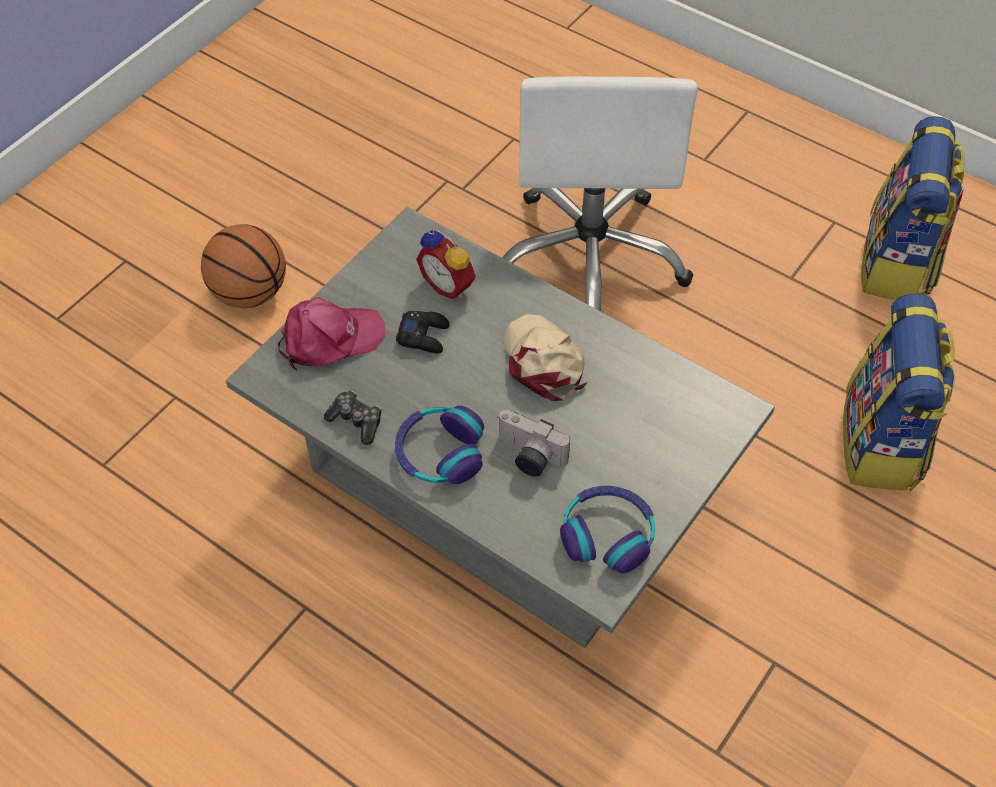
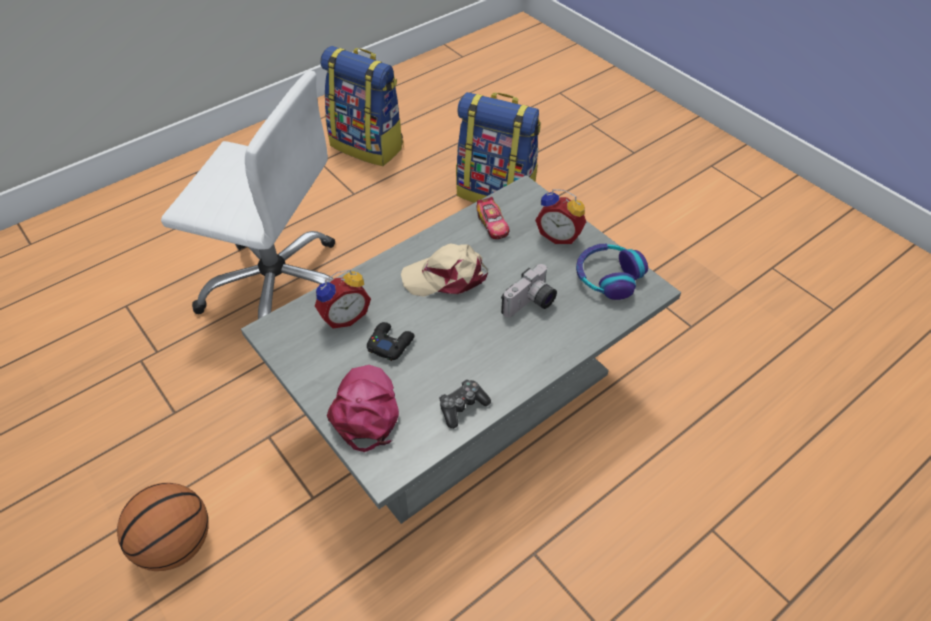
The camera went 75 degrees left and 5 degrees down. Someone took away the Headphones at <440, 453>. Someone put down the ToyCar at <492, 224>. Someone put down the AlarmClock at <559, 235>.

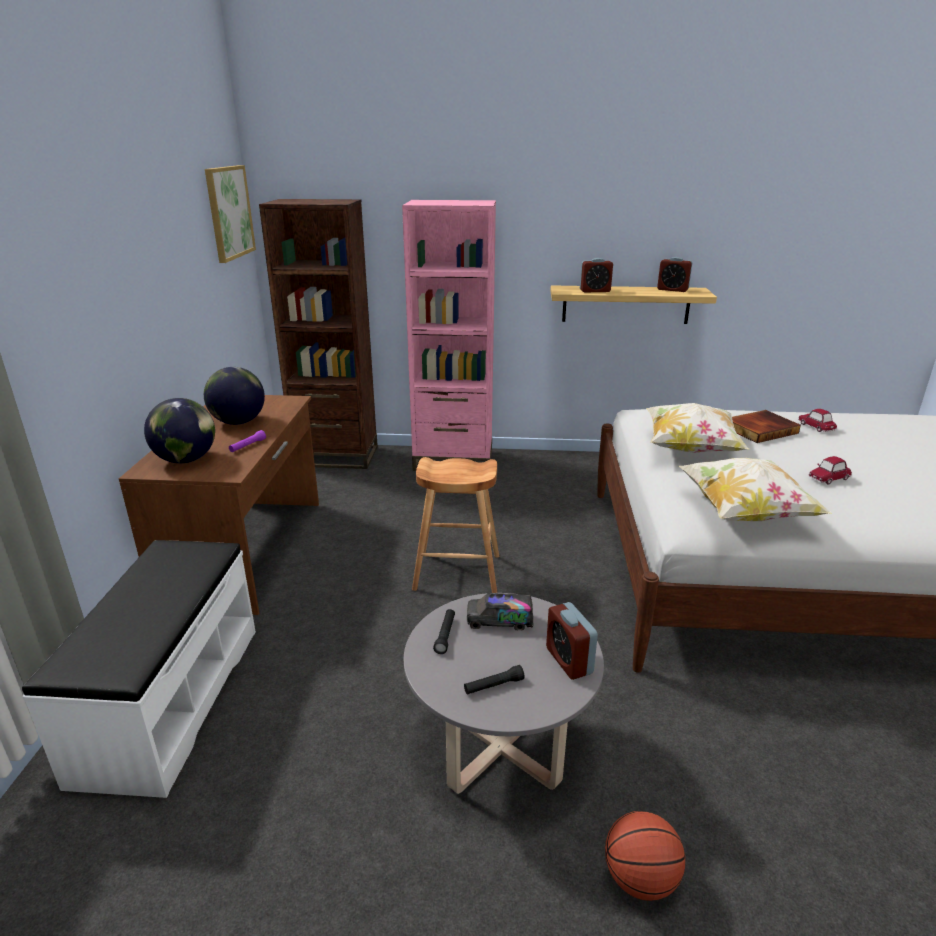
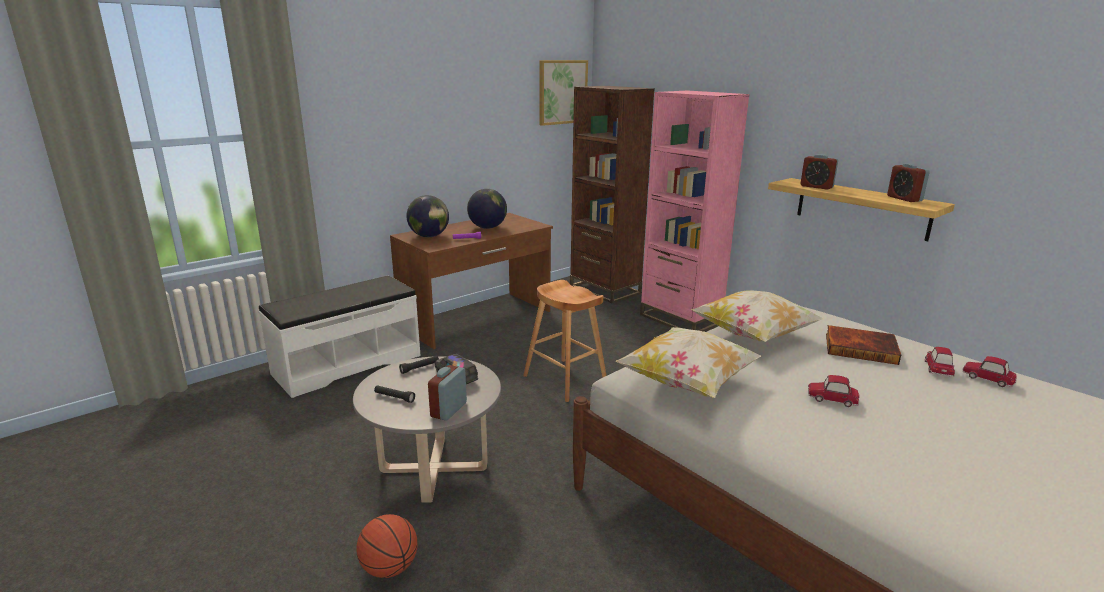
The camera went 45 degrees right and 5 degrees down. Someone put down the ToyCar at <988, 379>.

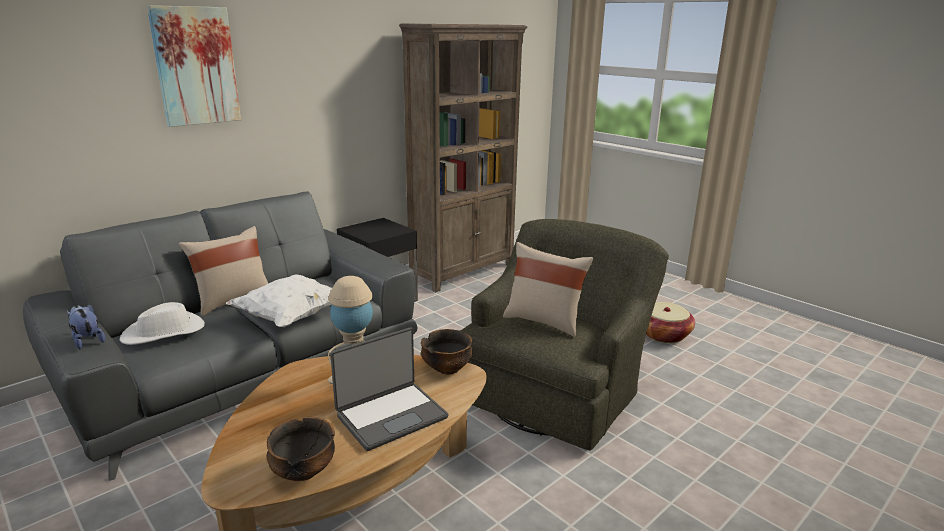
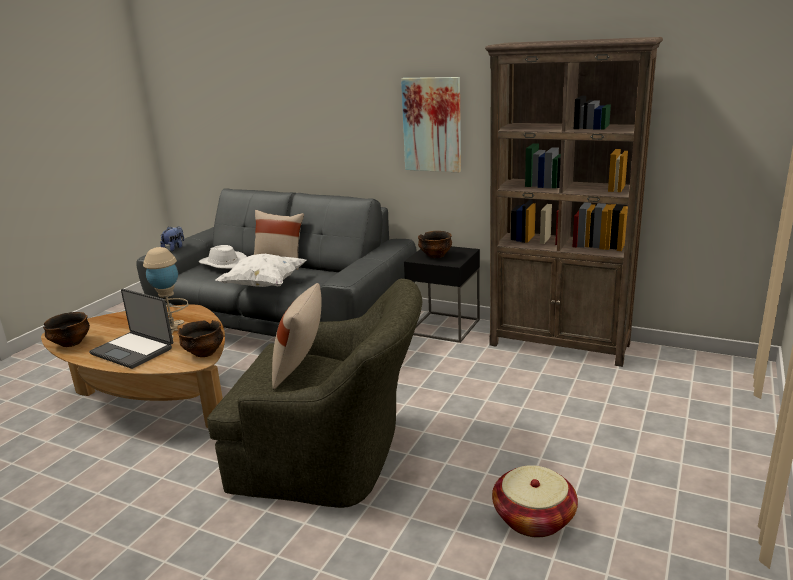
The camera went 70 degrees right and 0 degrees up. Someone carried the Picture from <195, 66> to <432, 124>. Someone put down the Bowl at <435, 256>.

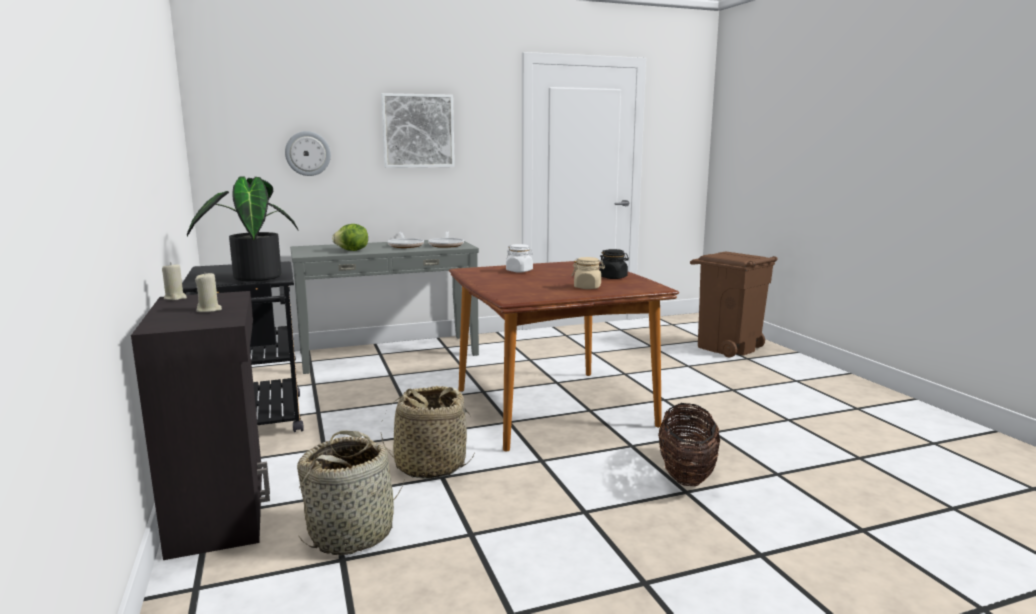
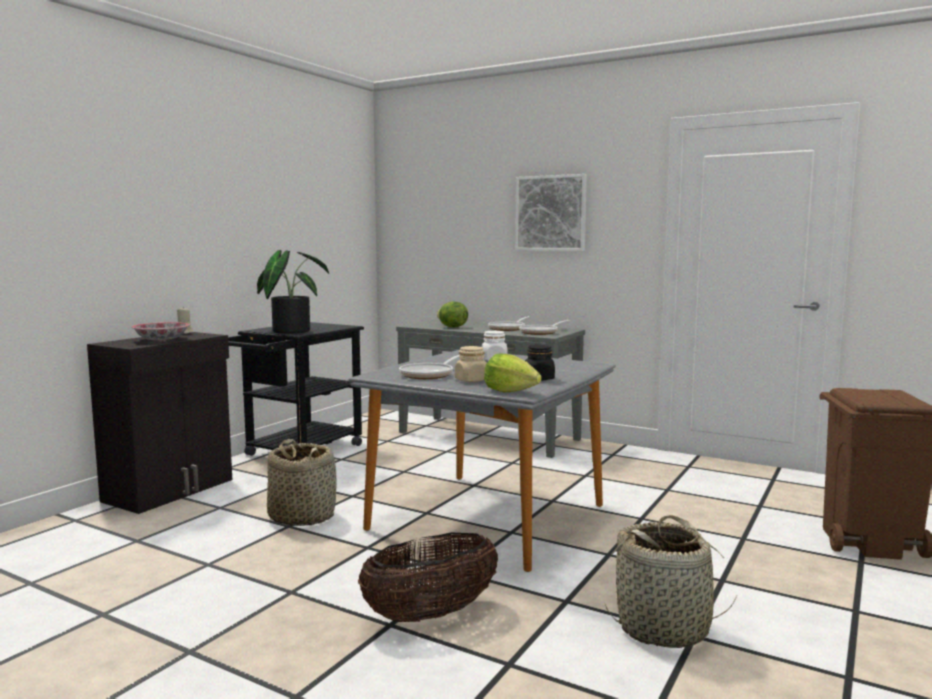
The camera went 50 degrees right and 5 degrees down. Someone swapped the BeigeCandle at <209, 310> for the Bowl at <161, 340>. Someone took away the WallClock at <308, 153>. Someone carried the Basket from <352, 533> to <664, 628>. Someone repainted the BrownDiningTable at <552, 407>, which became the GreyDiningTable at <489, 517>. Someone put down the FryingPan at <429, 374>. Someone put down the Lettuce at <510, 391>.

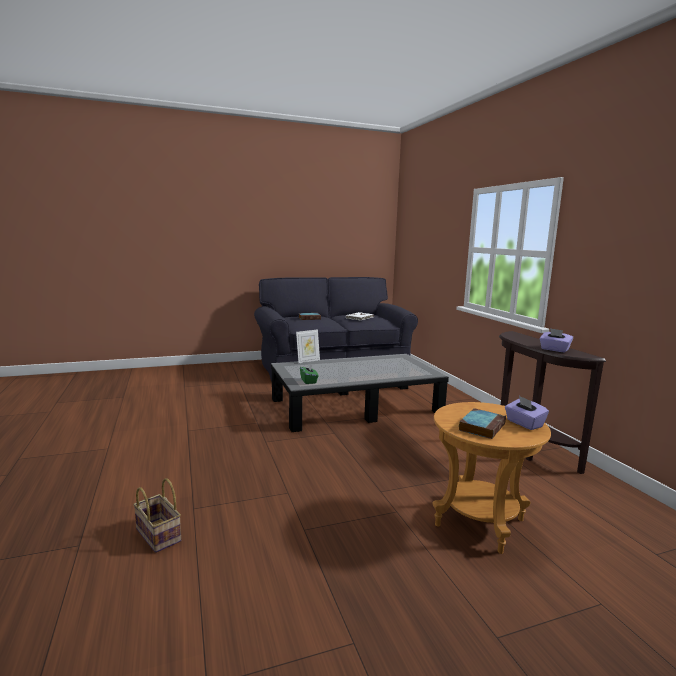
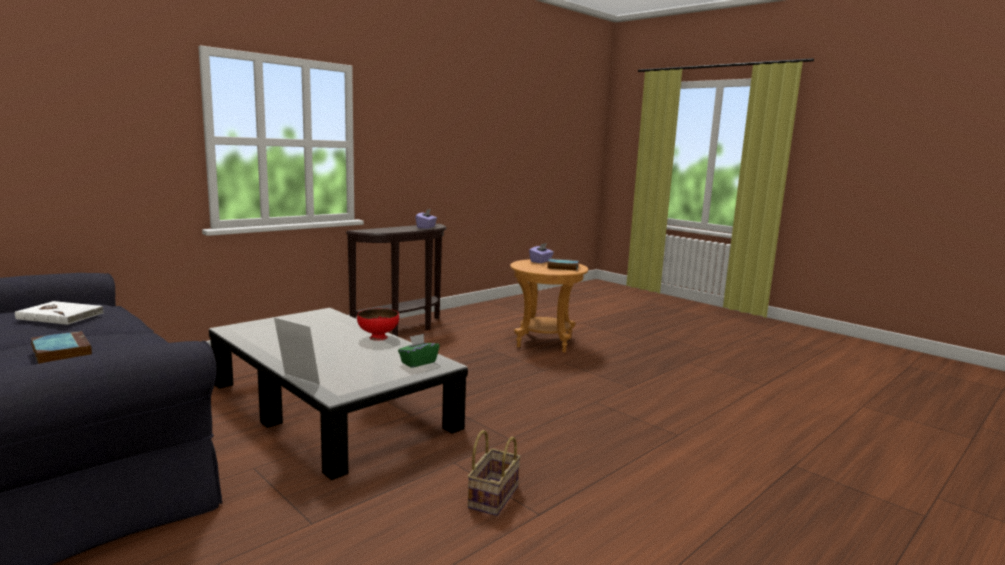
The camera went 115 degrees left and 0 degrees up. Someone carried the Basket from <160, 535> to <493, 495>. Someone put down the RedBowl at <378, 337>.

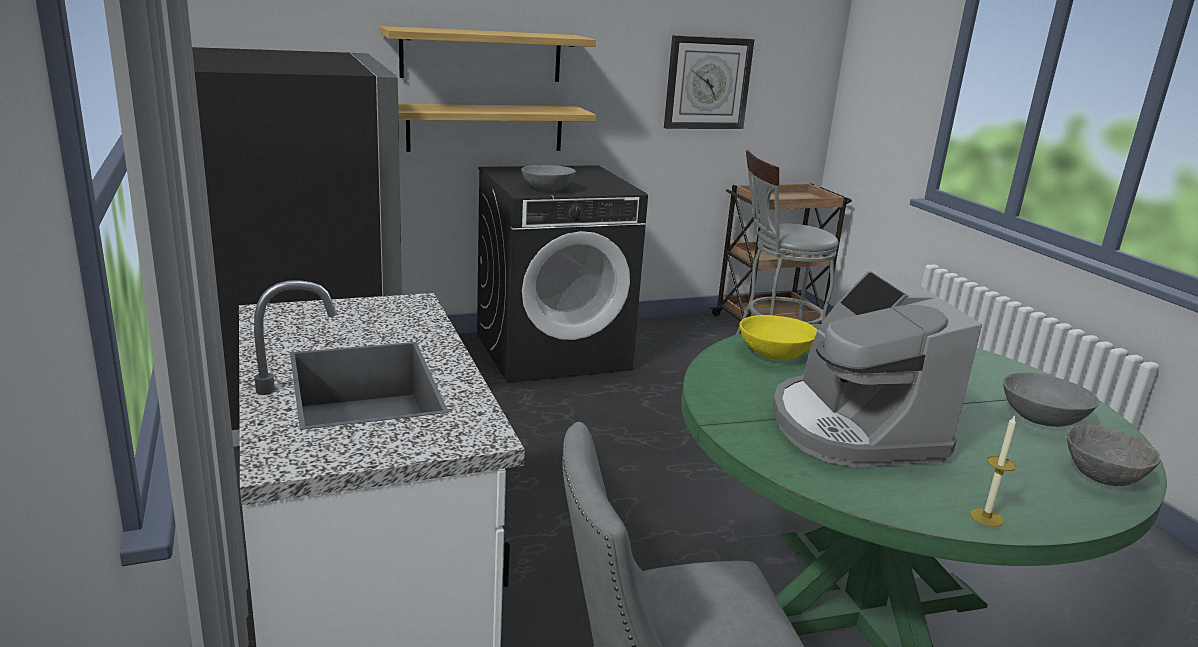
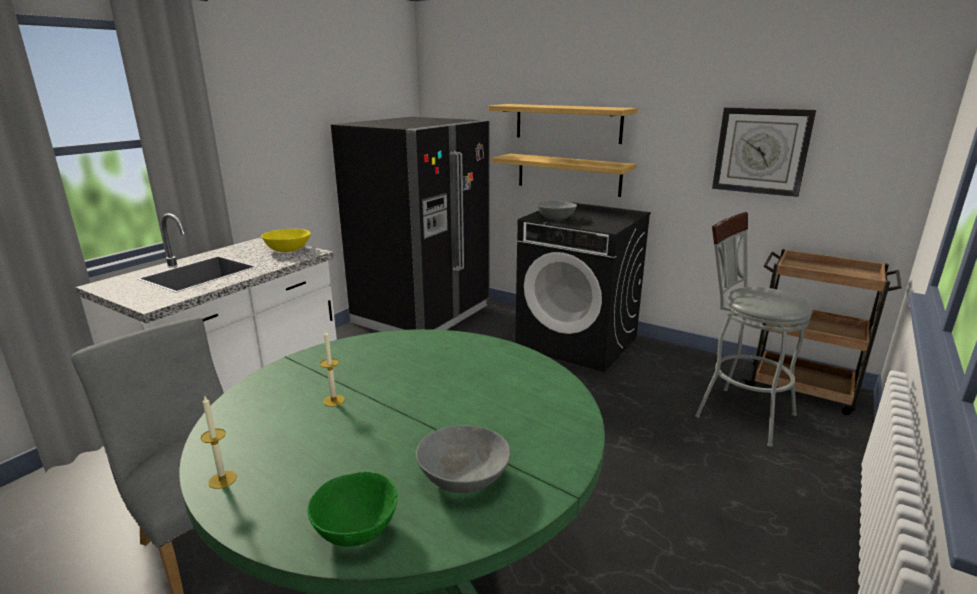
The camera went 55 degrees right and 0 degrees up. Someone carried the YellowBowl from <776, 354> to <288, 250>. Someone swapped the CoffeeMachine at <852, 428> for the Candle at <333, 400>. Someone repainted the GreyBowl at <1102, 477>, which became the GreenBowl at <356, 531>.

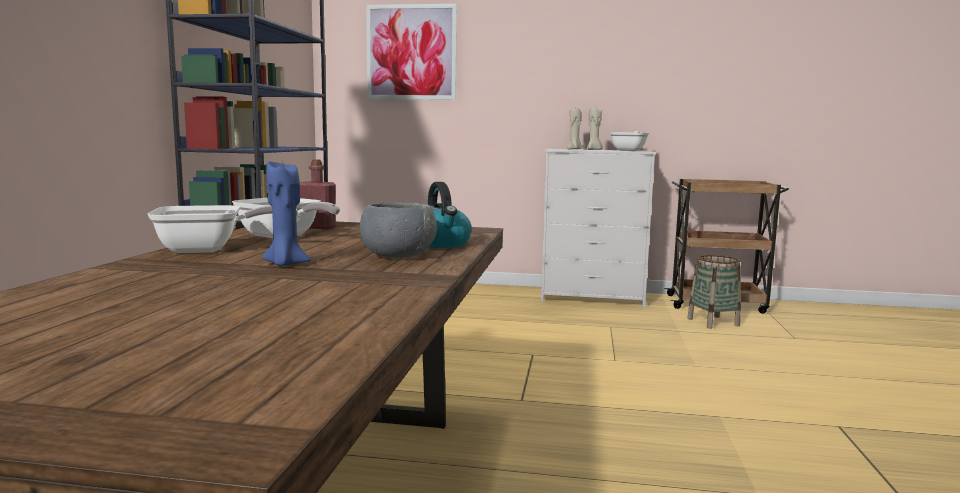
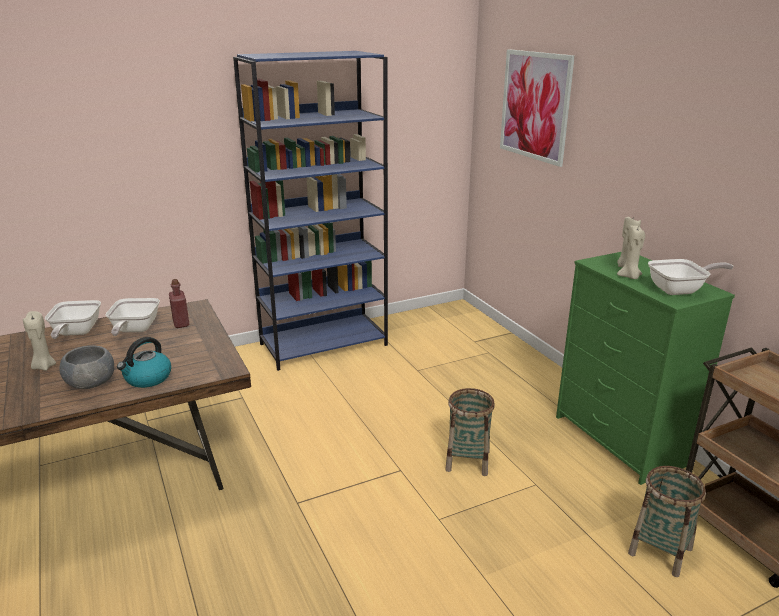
The camera went 55 degrees right and 15 degrees up. Someone rotated the FryingPan at <210, 249> by 45 degrees clockwise. Someone repainted the BlueCandle at <285, 264>, which became the BeigeCandle at <44, 366>. Someone repainted the WhiteDresser at <593, 297>, which became the GreenDresser at <621, 440>. Someone put down the Basket at <468, 461>.

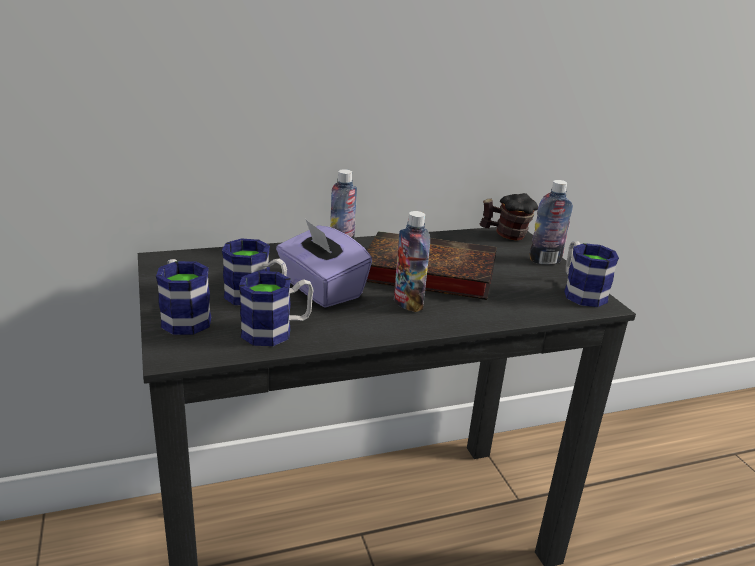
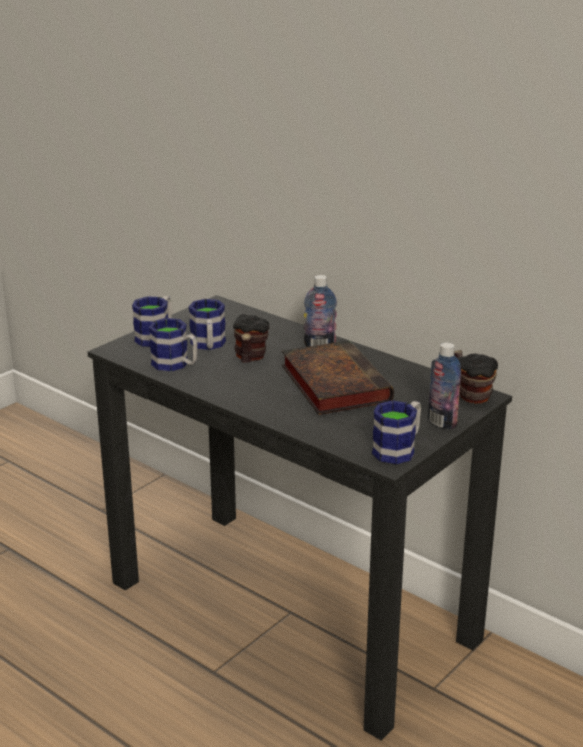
The camera went 60 degrees right and 0 degrees up. Someone swapped the PurpleTissueBox at <321, 289> for the Mug at <249, 359>. Someone took away the Bottle at <408, 304>.

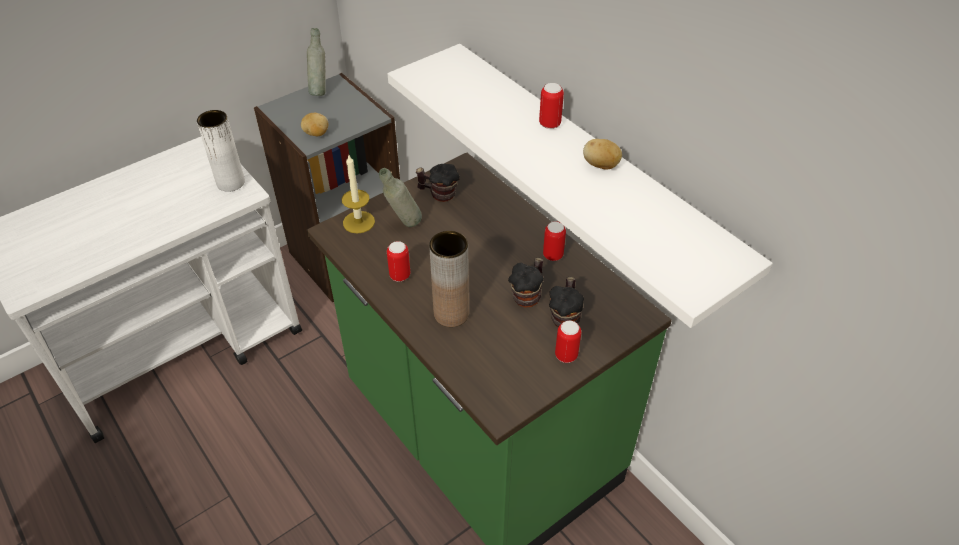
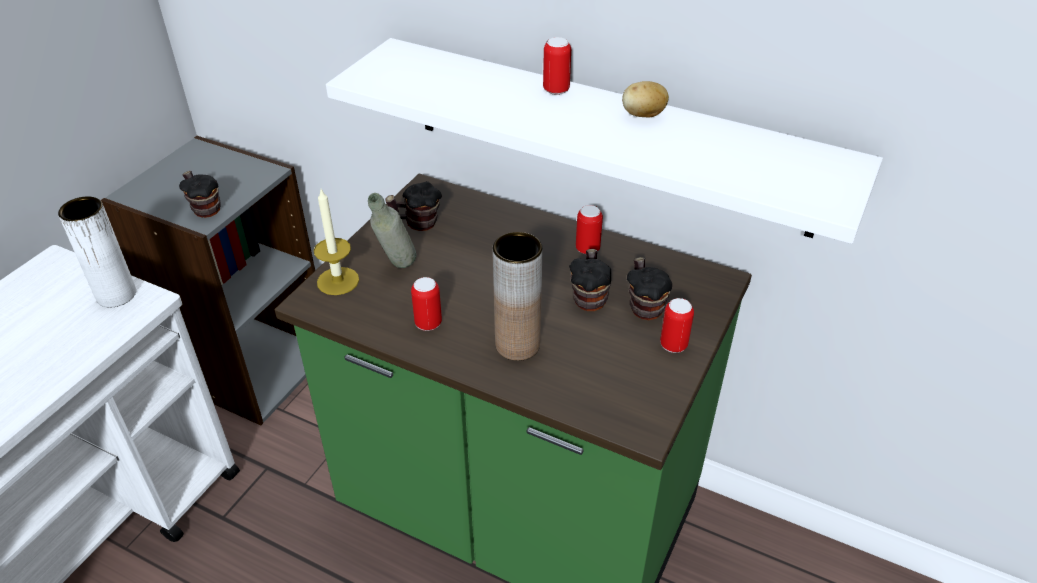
The camera went 25 degrees left and 5 degrees down. Someone swapped the Potato at <316, 134> for the Mug at <205, 208>. Someone took away the GreyBottle at <320, 91>.

